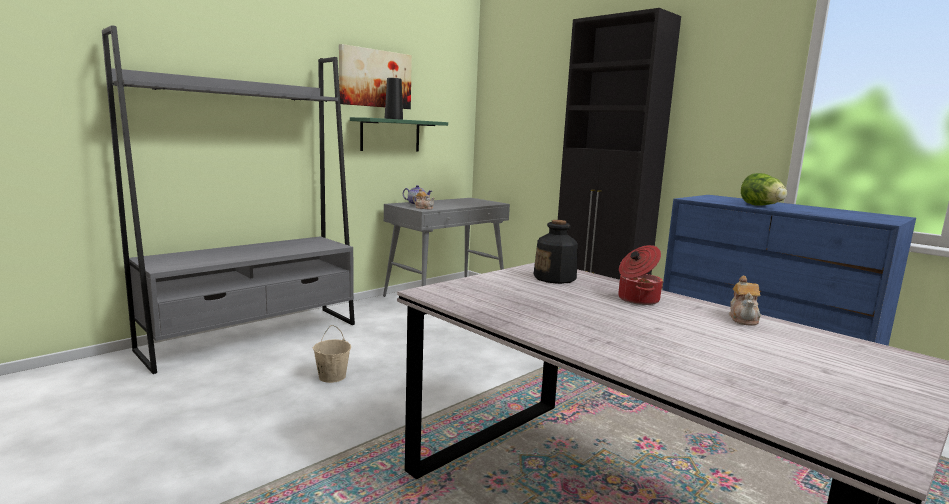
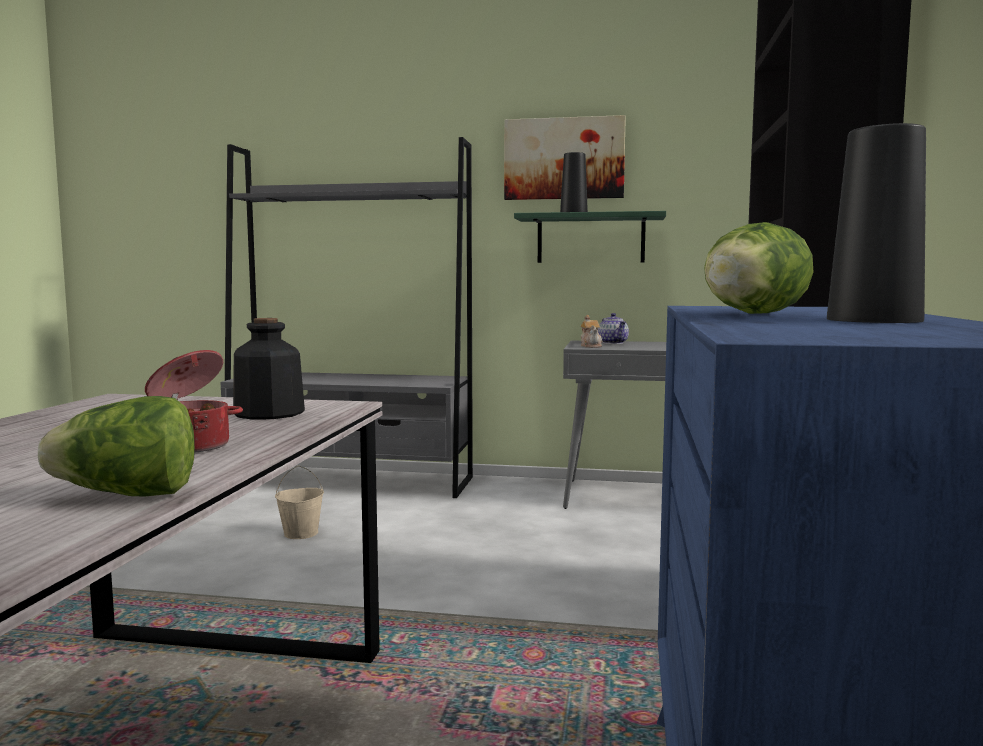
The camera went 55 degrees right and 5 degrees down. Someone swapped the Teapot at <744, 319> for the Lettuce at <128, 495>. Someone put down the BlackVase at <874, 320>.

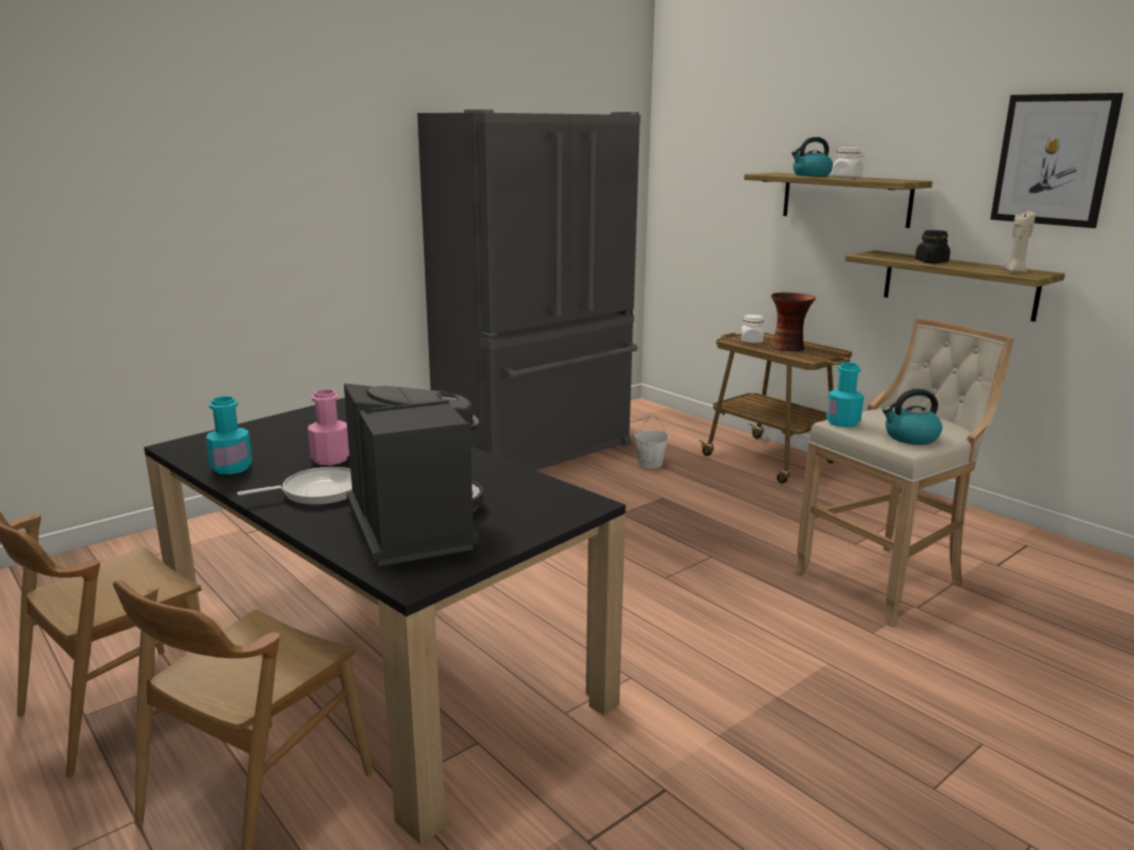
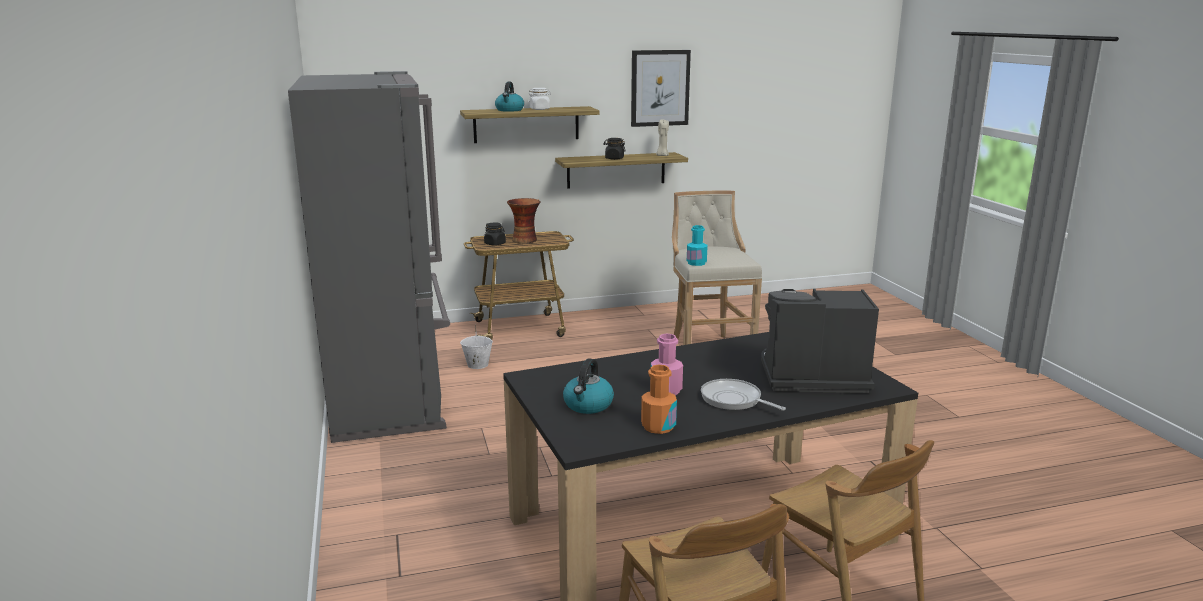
The camera went 65 degrees left and 0 degrees up. Someone repainted the TurquoiseBottle at <231, 468>, which became the OrangeBottle at <658, 426>. Someone rotated the FryingPan at <317, 492> by 45 degrees counterclockwise. Someone repainted the WhiteJar at <752, 341>, which became the BlackJar at <495, 244>. Someone carried the Kettle from <910, 437> to <588, 405>.

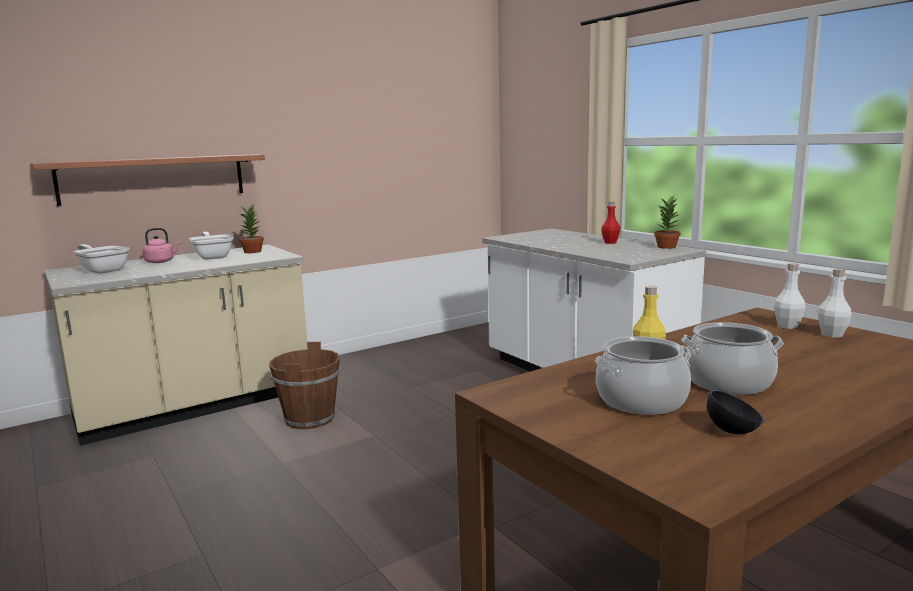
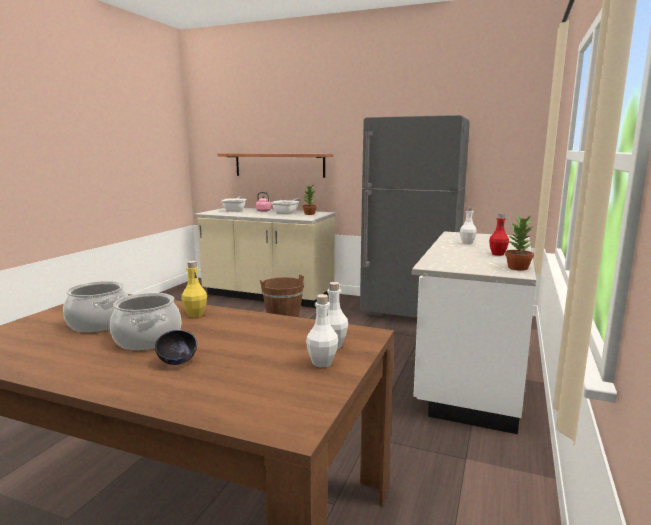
The camera went 55 degrees right and 0 degrees up. Someone carried the BlackBowl from <733, 431> to <177, 362>. Someone put down the GreyFridge at <410, 313>. Someone put down the WhiteBottle at <467, 243>.

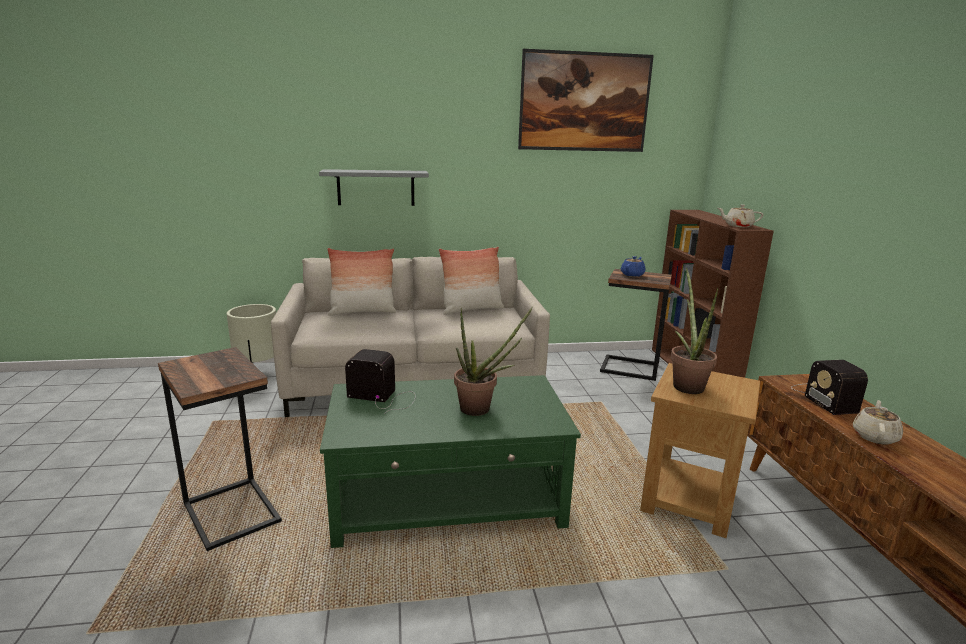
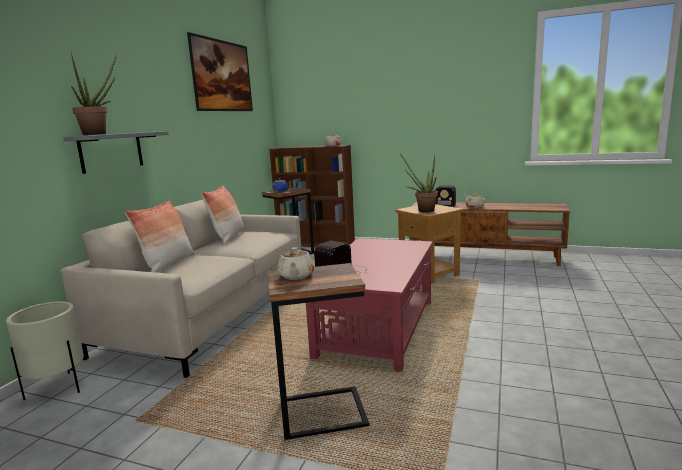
The camera went 60 degrees left and 5 degrees down. Someone repainted the GreenCoffeeTable at <448, 498>, which became the RedCoffeeTable at <378, 327>. Someone carried the PottedPlant from <481, 409> to <99, 134>. Someone put down the BeigeTeapot at <296, 276>.

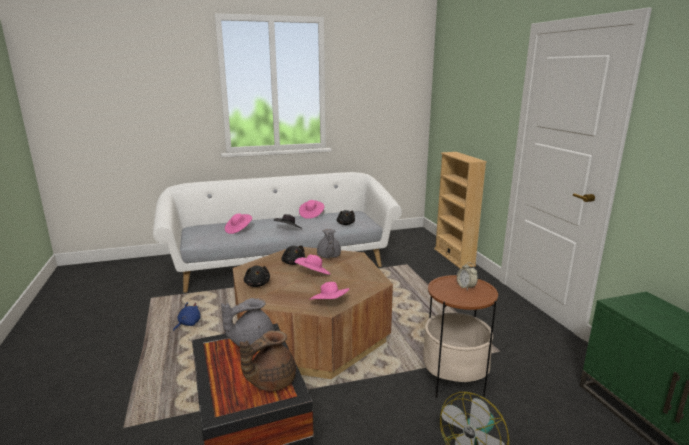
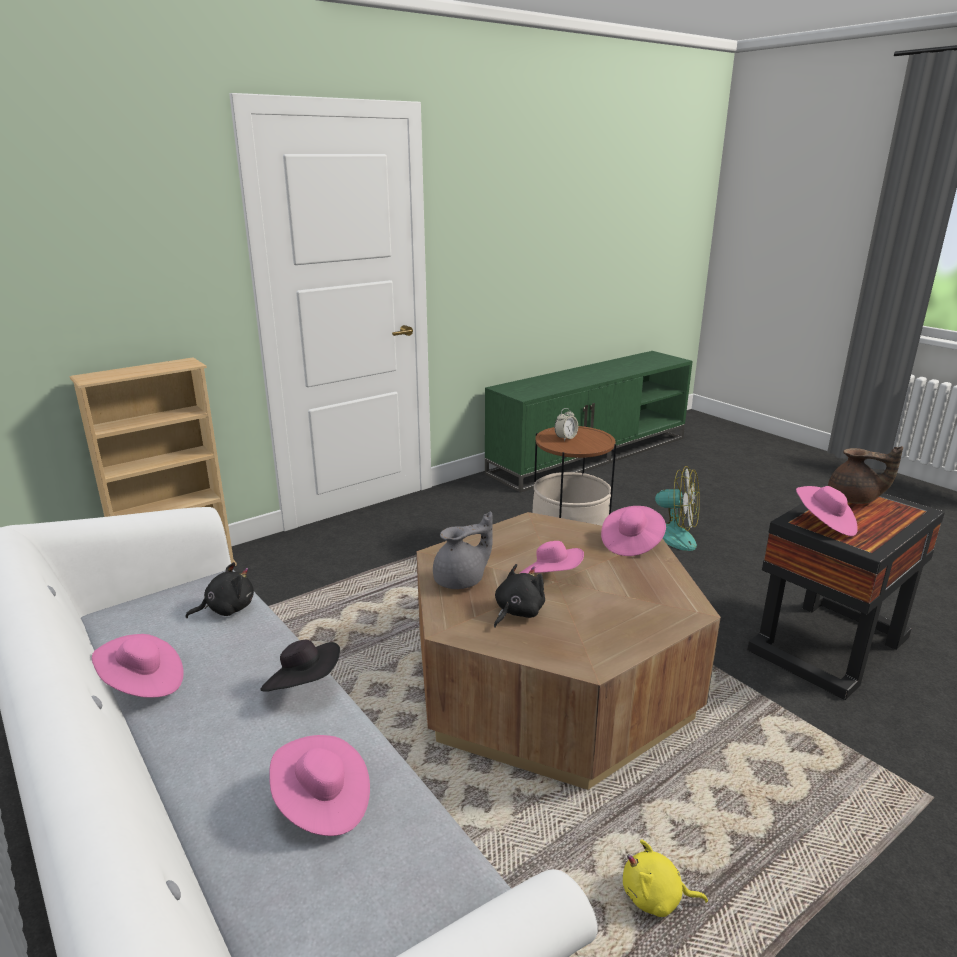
The camera went 110 degrees left and 5 degrees up. Someone repainted the BluePlushToy at <188, 324>, which became the YellowPlushToy at <656, 898>. Someone swapped the GreyTeapot at <251, 342> for the PinkHat at <824, 524>. Someone took away the BlackPlushToy at <257, 284>.

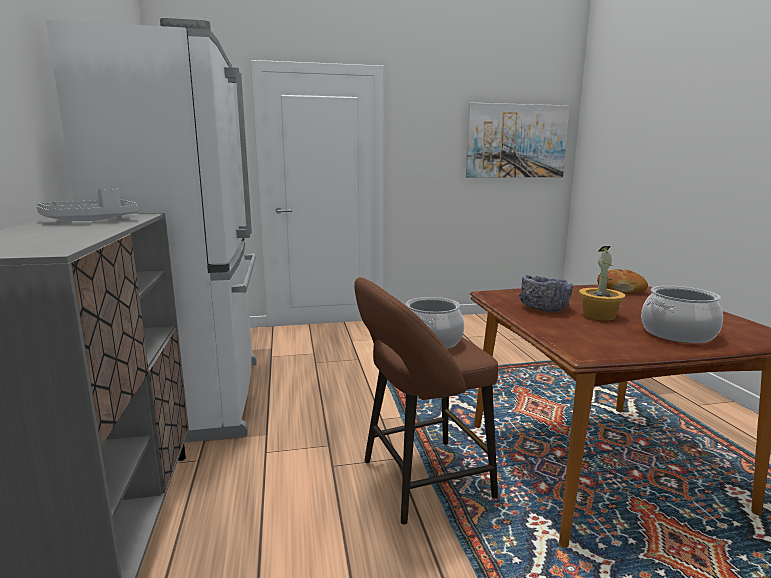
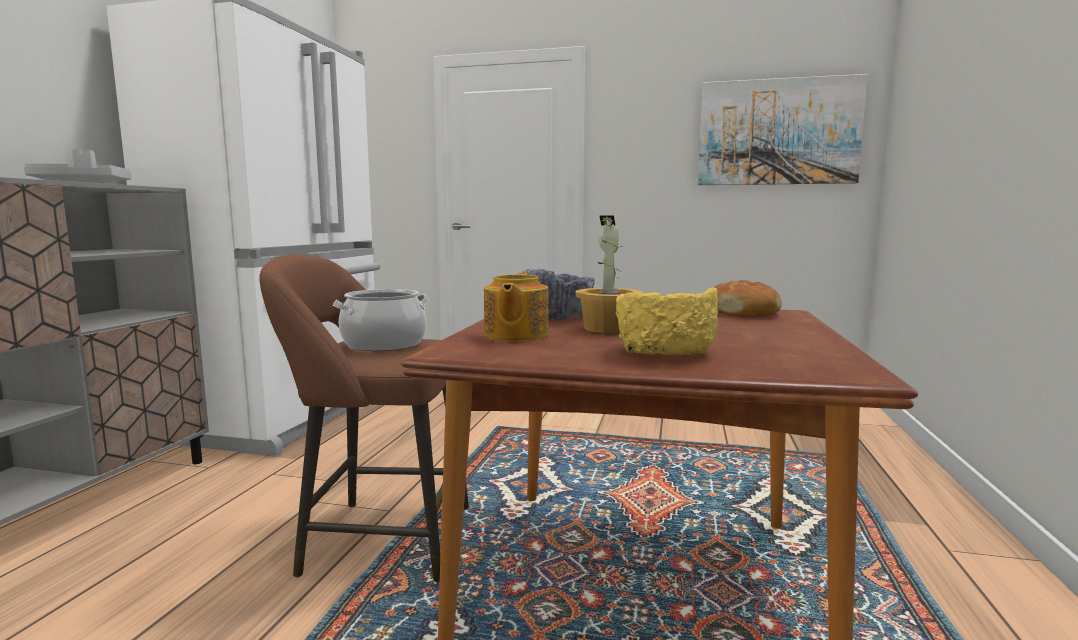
The camera went 25 degrees right and 5 degrees down. Someone swapped the CookingPot at <678, 334> for the YellowBowl at <664, 352>. Someone put down the Teapot at <515, 335>.

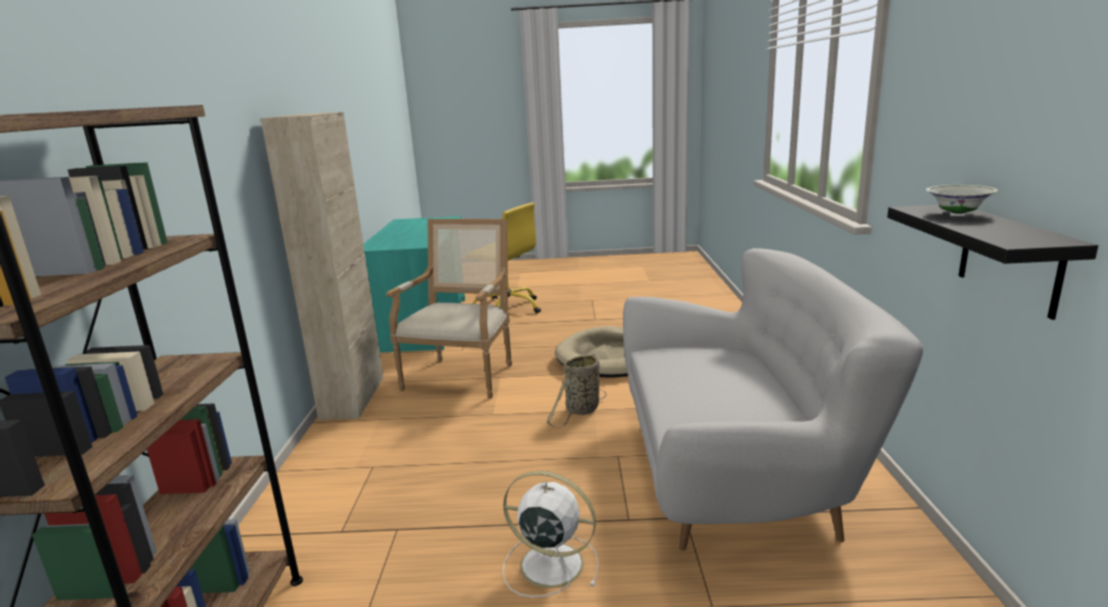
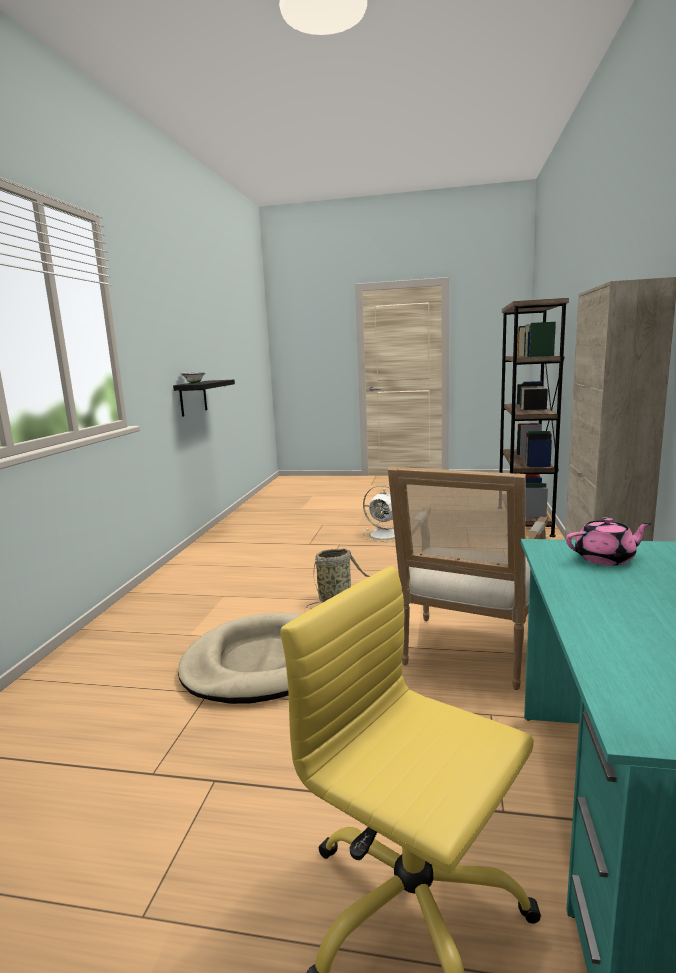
The camera went 170 degrees left and 5 degrees down. Someone took away the WhiteSofa at <737, 472>. Someone put down the PinkTeapot at <606, 559>.

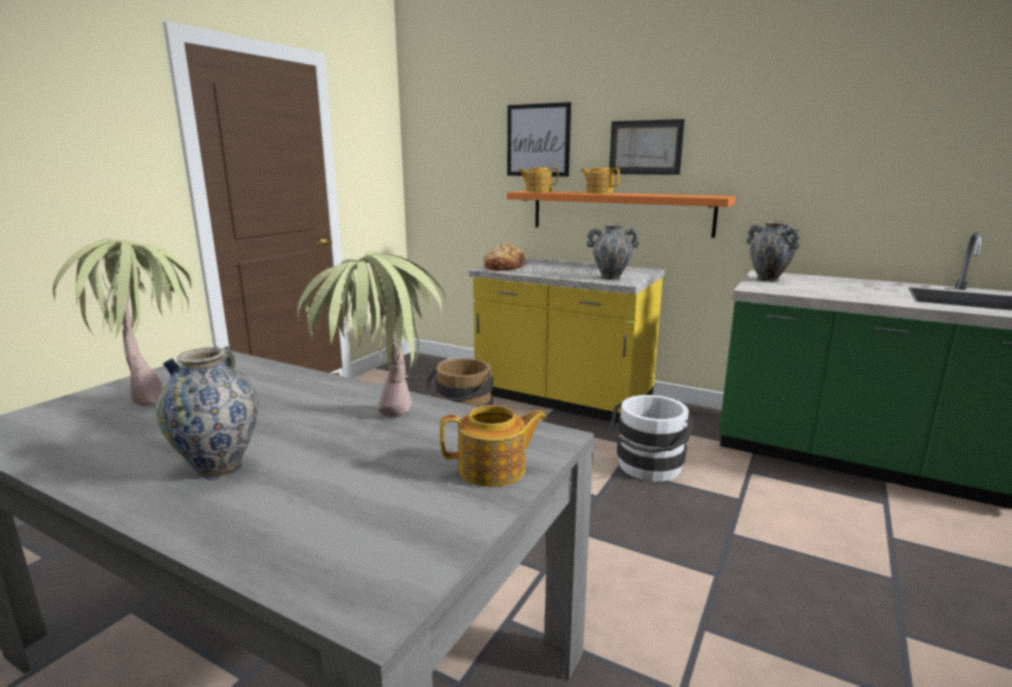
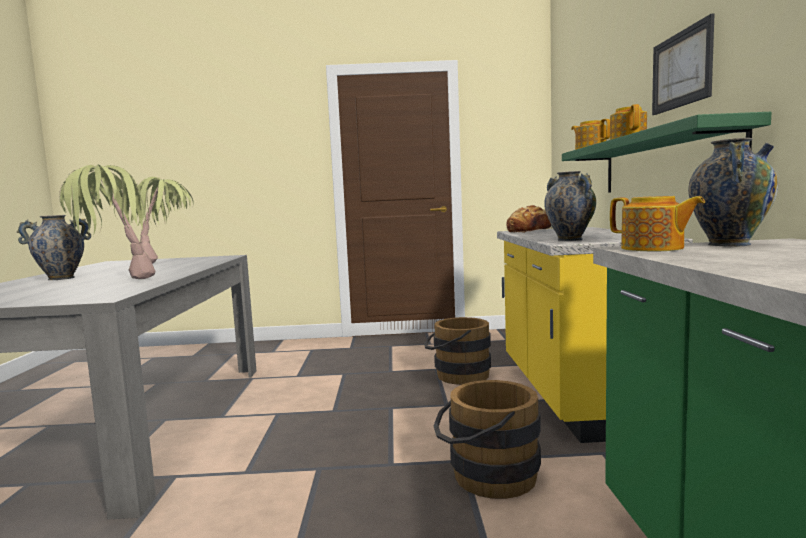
The camera went 60 degrees right and 10 degrees down. Someone carried the Teapot from <494, 470> to <653, 248>. Someone took away the Picture at <538, 140>. Someone repainted the OrangeShelf at <620, 212>, which became the GreenShelf at <663, 163>. Someone repainted the WhiteBucket at <648, 469>, which became the BrownBucket at <486, 476>.

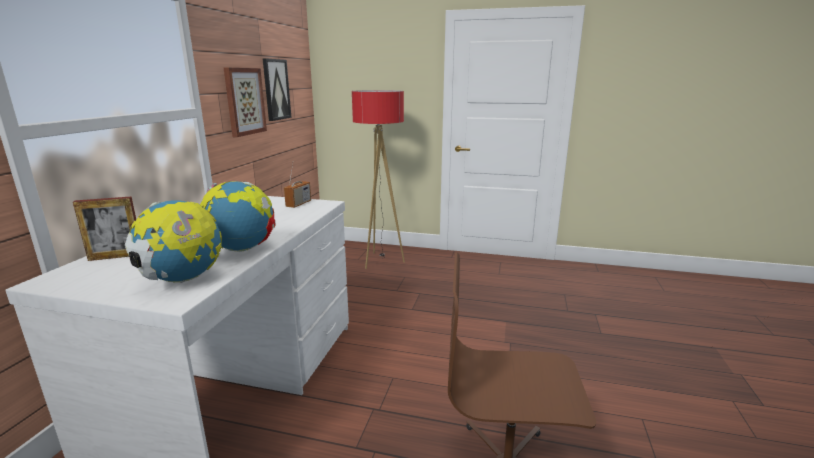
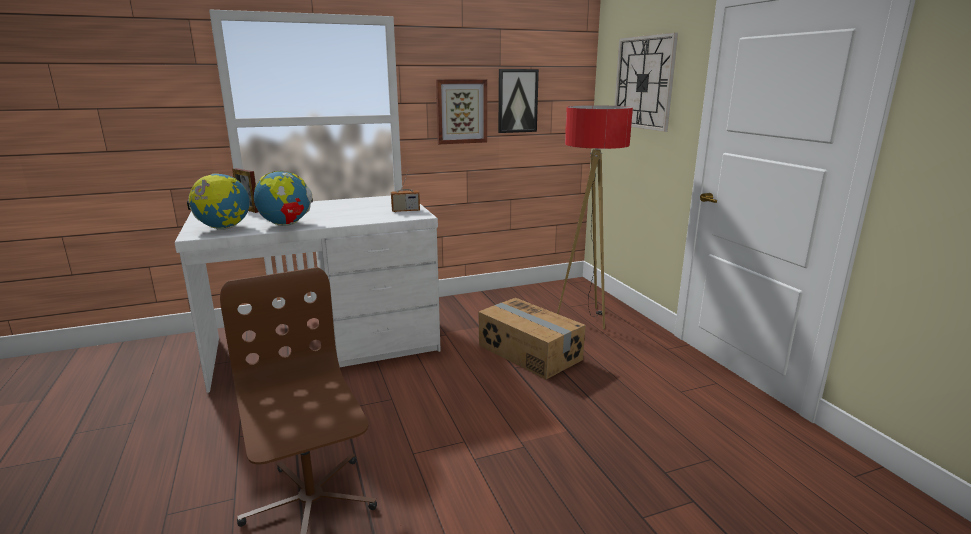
The camera went 55 degrees right and 0 degrees up. Someone put down the CardboardBox at <529, 352>. Someone put up the WallClock at <644, 83>.

